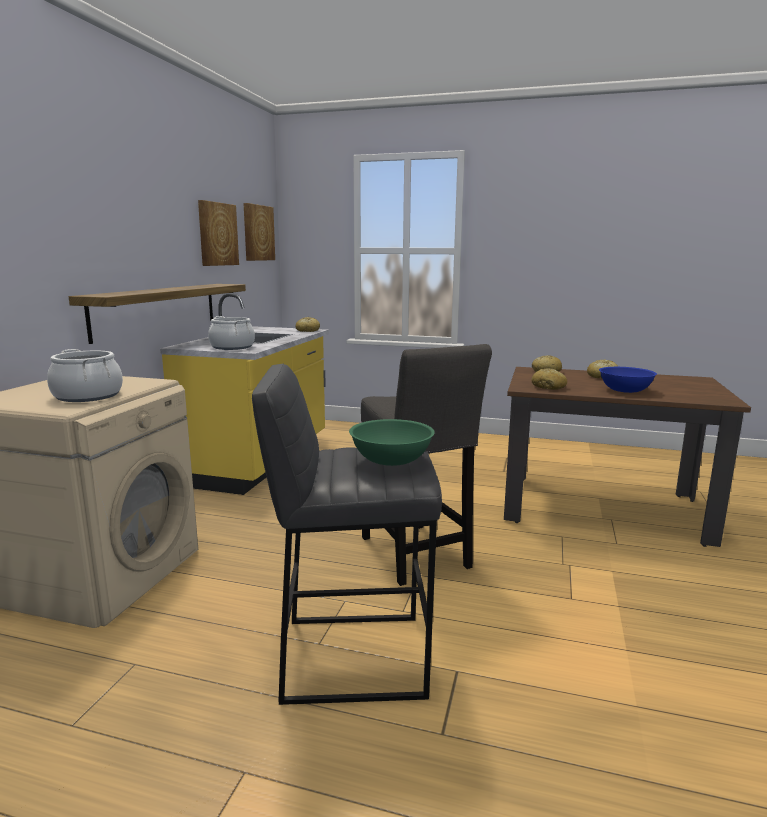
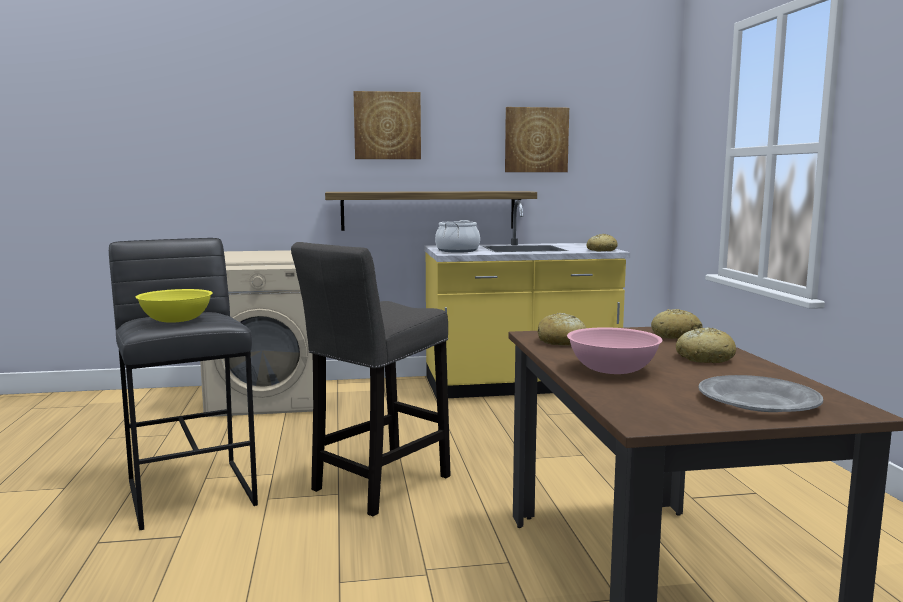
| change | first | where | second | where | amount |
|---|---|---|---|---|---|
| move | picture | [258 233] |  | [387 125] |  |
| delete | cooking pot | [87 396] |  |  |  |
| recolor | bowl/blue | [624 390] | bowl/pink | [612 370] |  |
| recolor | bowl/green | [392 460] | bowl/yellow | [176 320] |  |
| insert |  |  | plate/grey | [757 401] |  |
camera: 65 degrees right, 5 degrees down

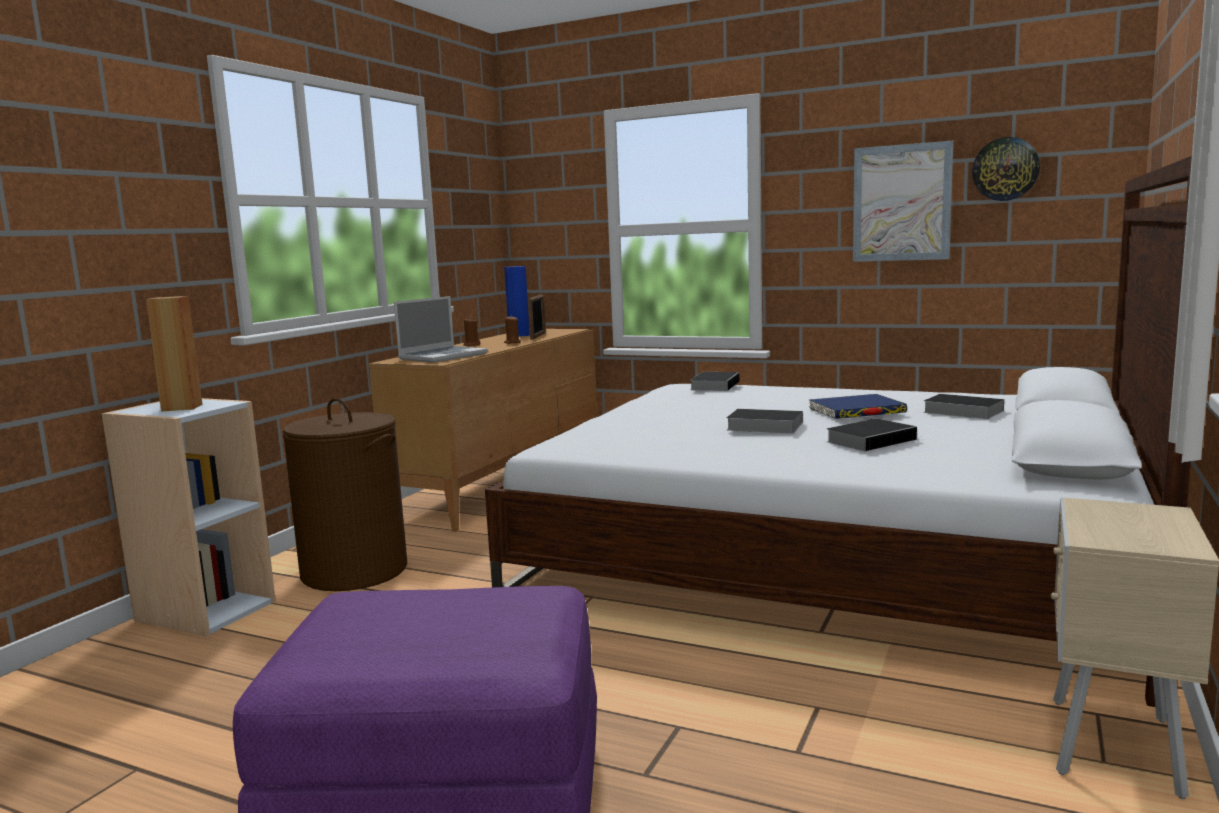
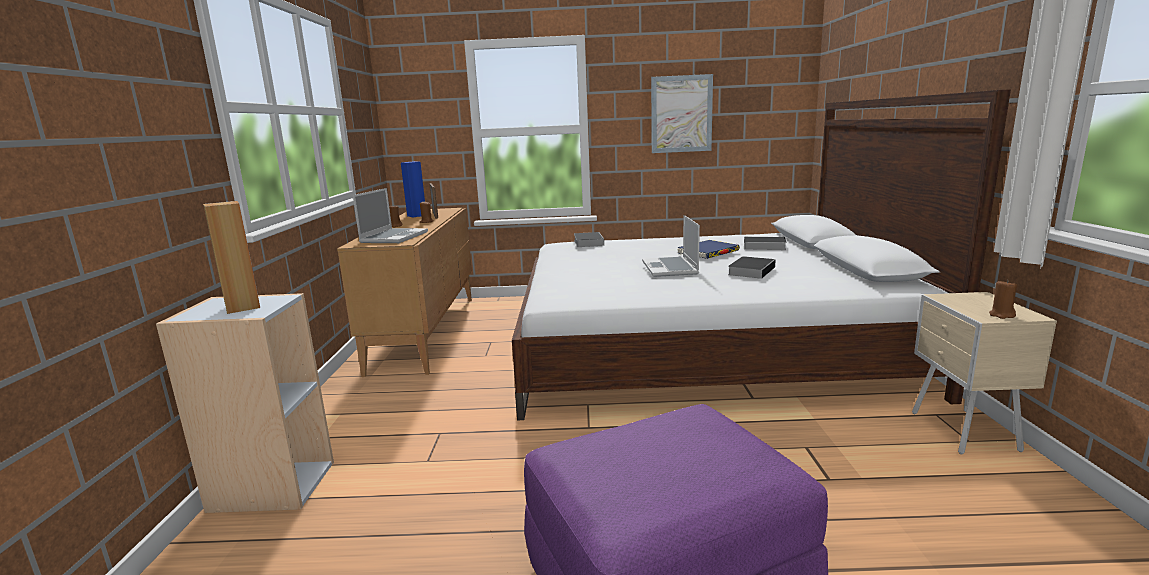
| change | first | where | second | where | amount |
|---|---|---|---|---|---|
| delete | wall clock | [1005 169] |  |  |  |
| delete | laundry basket/brown | [355 571] |  |  |  |
| replace | book | [762 426] | laptop | [671 268] |  |
| insert |  |  | candle/brown | [1001 315] |  |
camera: 25 degrees left, 5 degrees up

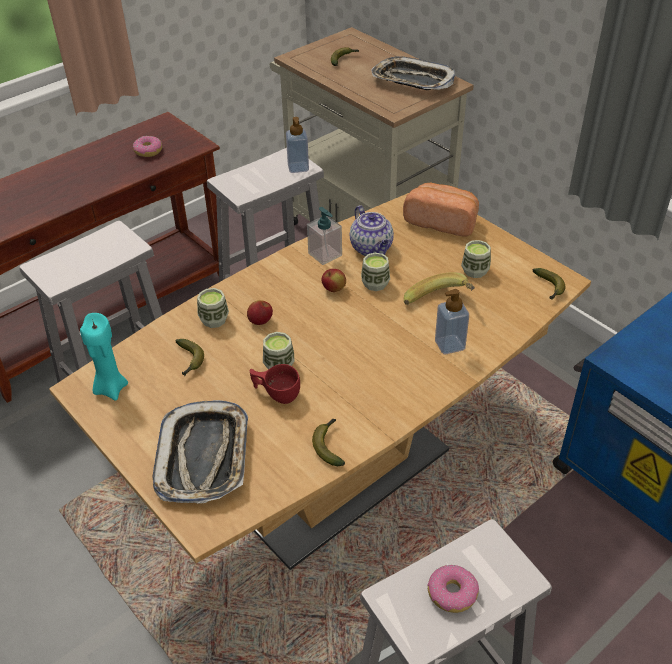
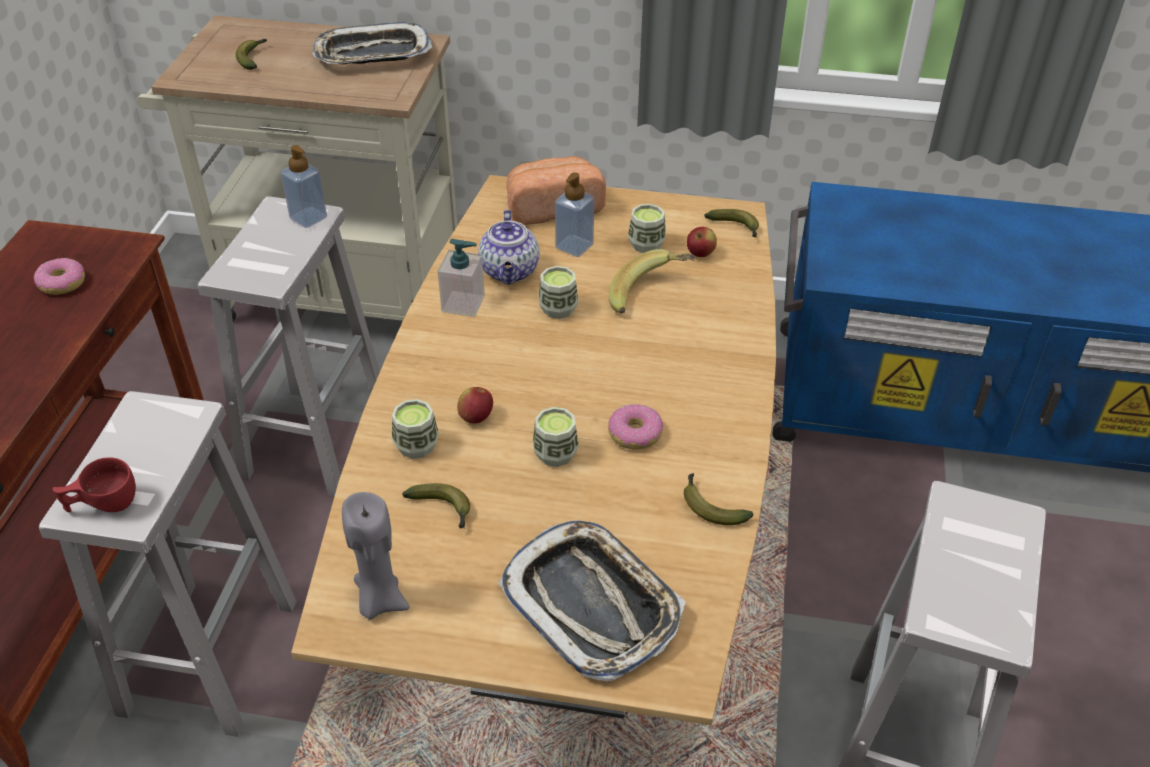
| change | first | where | second | where | amount |
|---|---|---|---|---|---|
| rotate | teapot | [372 249] |  | [510 272] | 60 degrees clockwise |
| move | apple | [334 289] |  | [700 254] |  |
| move | soap dispenser | [449 345] |  | [574 246] |  |
| recolor | candle/turquoise | [110 388] | candle/grey | [379 600] |  |
| move | cup/red | [276 393] |  | [103 504] |  |
| move | donut | [452 593] |  | [635 434] |  |
camera: 40 degrees left, 0 degrees up

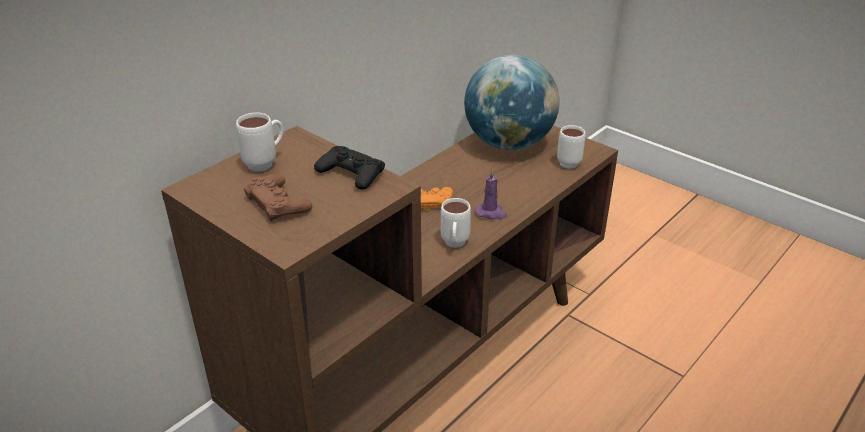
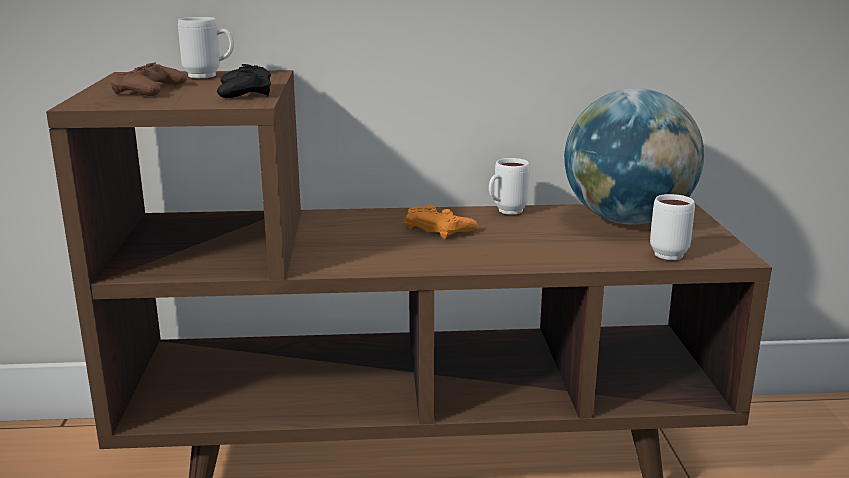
| change | first | where | second | where | amount |
|---|---|---|---|---|---|
| delete | candle/purple | [491 213] |  |  |  |
| move | mug/white | [454 245] |  | [505 212] |  |
camera: 45 degrees right, 15 degrees down

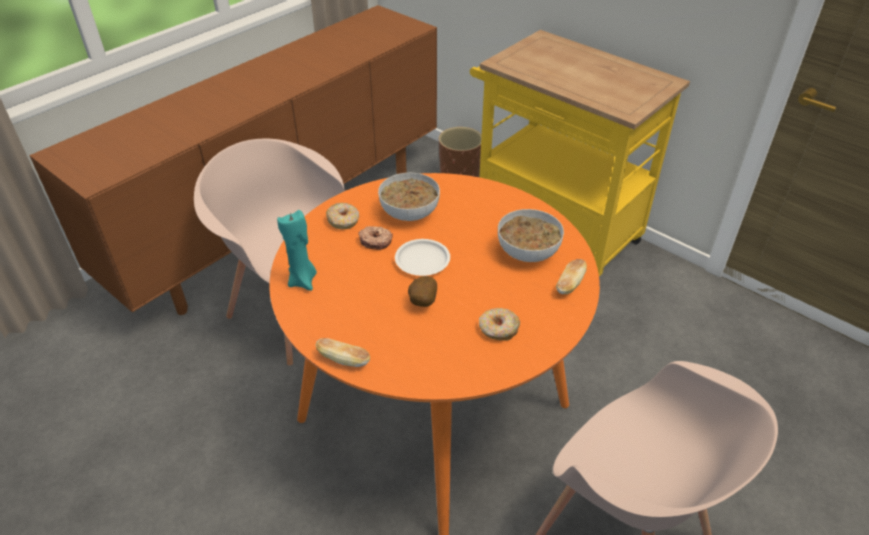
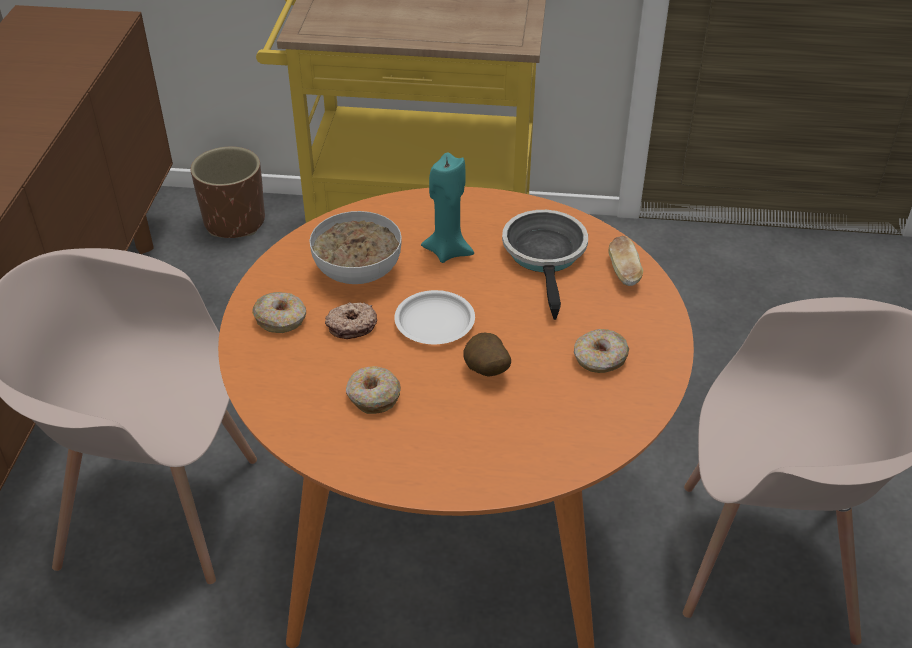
| change | first | where | second | where | amount |
|---|---|---|---|---|---|
| replace | bowl | [528 252] | frying pan | [546 256] |  |
| move | candle/turquoise | [303 280] |  | [448 251] |  |
| delete | bread | [343 359] |  |  |  |
| insert |  |  | donut | [373 396] |  |
camera: 35 degrees left, 0 degrees up

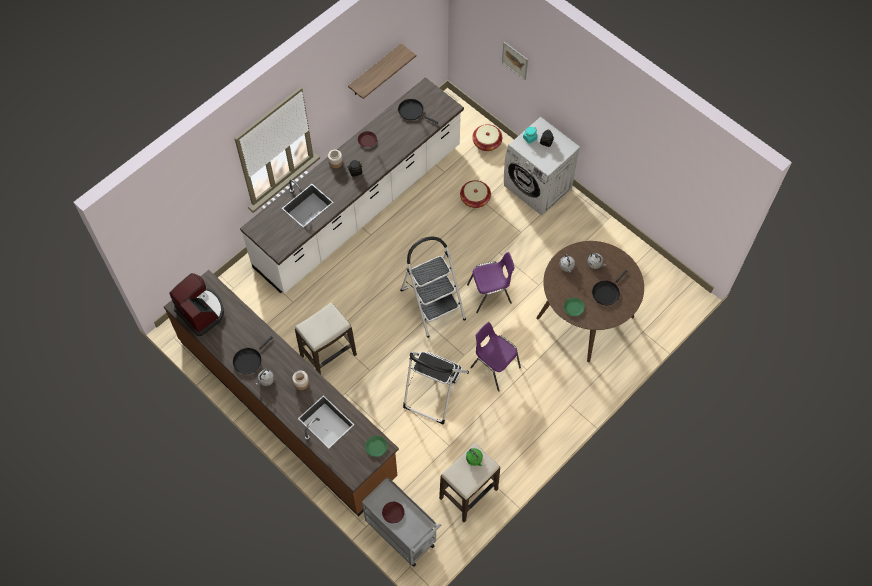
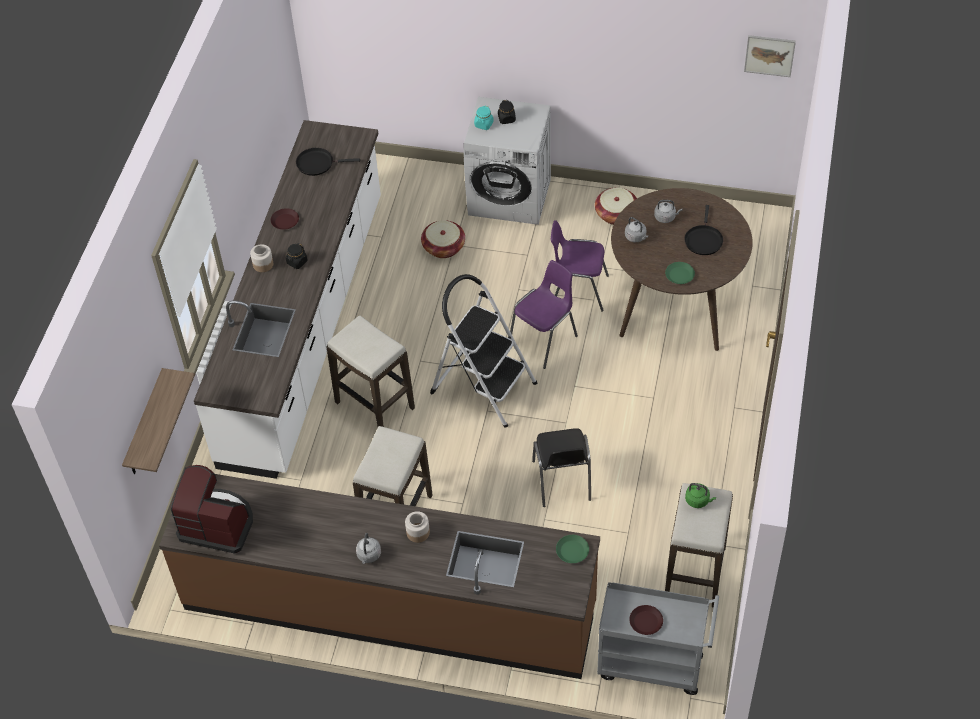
| change | first | where | second | where | amount |
|---|---|---|---|---|---|
| move | picture | [515 60] |  | [769 55] |  |
| move | shelf | [375 71] |  | [145 425] |  |
| move | basket | [487 143] |  | [616 214] |  |
| move | chair/purple | [494 367] |  | [578 290] |  |
| delete | frying pan/black | [249 360] |  |  |  |
| replace | step ladder | [434 391] | chair/black | [562 482] |  |
| insert |  |  | stool | [375 405] |  |
camera: 30 degrees left, 10 degrees down

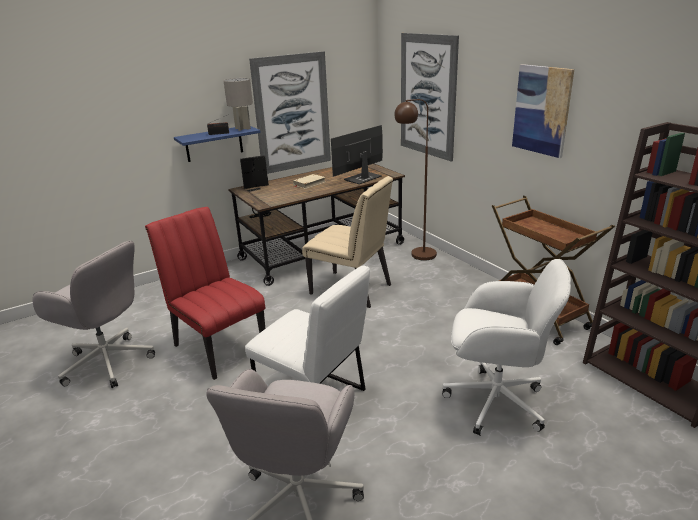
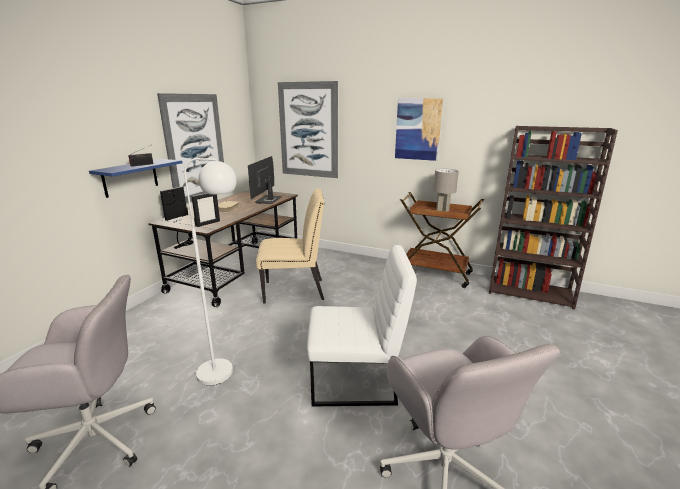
| change | first | where | second | where | amount |
|---|---|---|---|---|---|
| move | table lamp/grey | [243 128] |  | [442 211] |  |
| delete | floor lamp/brown | [416 256] |  |  |  |
| replace | chair/red | [220 349] | floor lamp/white | [225 374] |  |
| delete | office chair/white | [496 403] |  |  |  |
| insert |  |  | picture frame | [207 223] |  |
camera: 35 degrees left, 5 degrees down

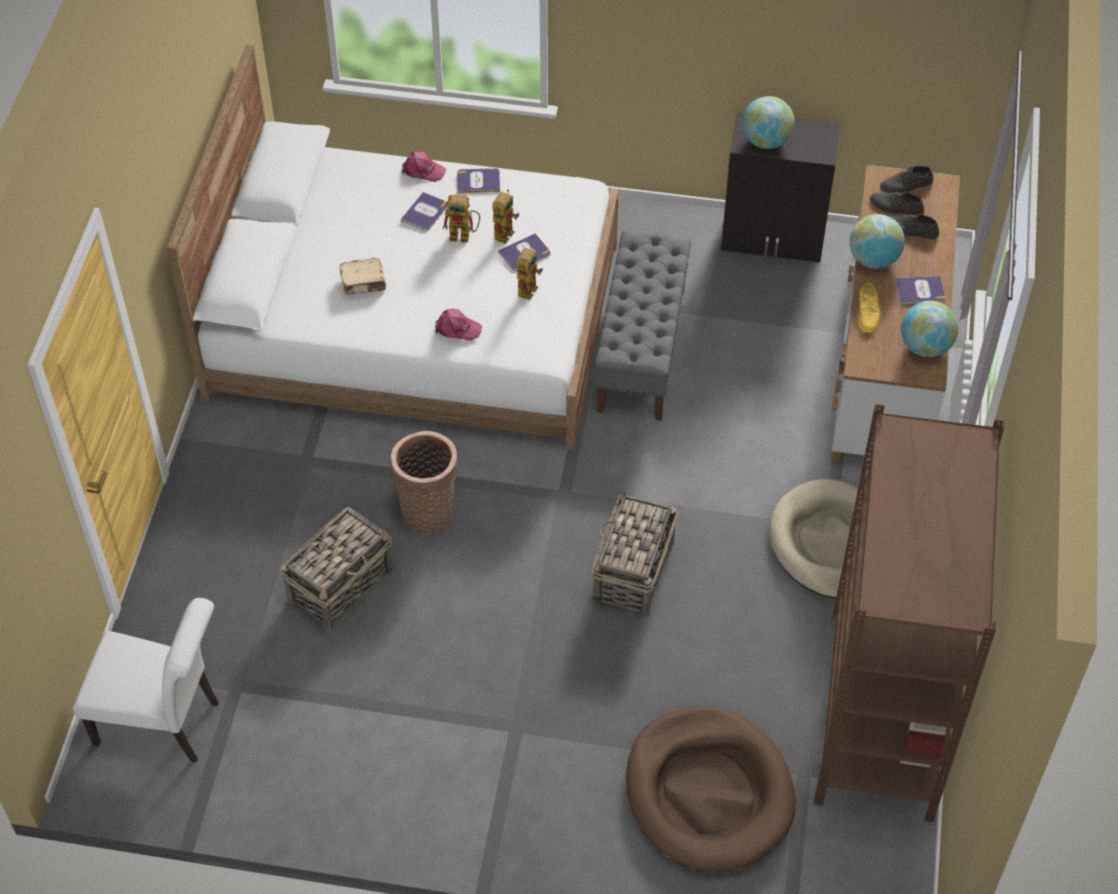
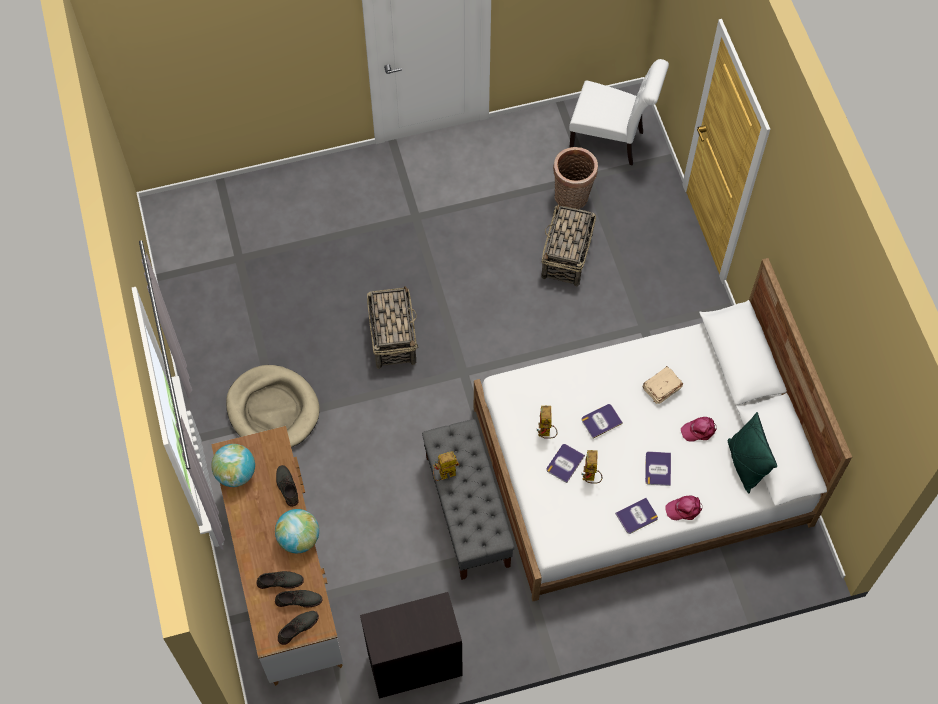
| change | first | where | second | where | amount |
|---|---|---|---|---|---|
| delete | globe | [766 141] |  |  |  |
| move | toy robot | [464 235] |  | [444 476] |  |
| move | book | [920 291] |  | [601 421] |  |
| recolor | shoe/yellow | [868 313] | shoe/grey | [287 486] |  |
| move | cap/pink | [457 328] |  | [699 430] |  |
| delete | bookcase/brown | [881 714] |  |  |  |
| move | basket | [428 510] |  | [572 198] |  |
| rotate | chair/white | [165 723] |  | [611 141] | 150 degrees counterclockwise |
| delete | dog bed/brown | [708 793] |  |  |  |
| insert |  |  | pillow/green | [745 464] |  |
camera: 155 degrees right, 10 degrees up

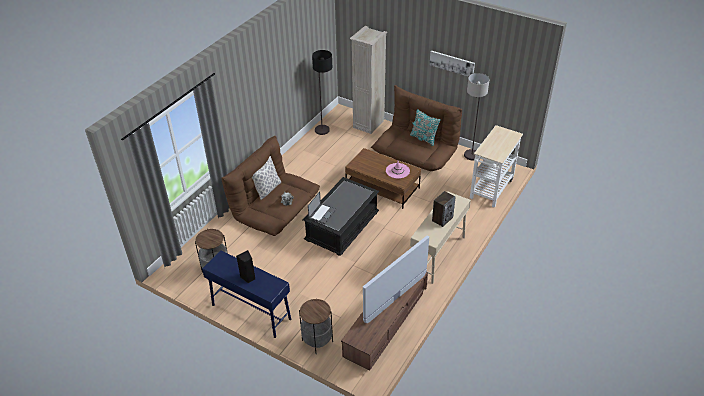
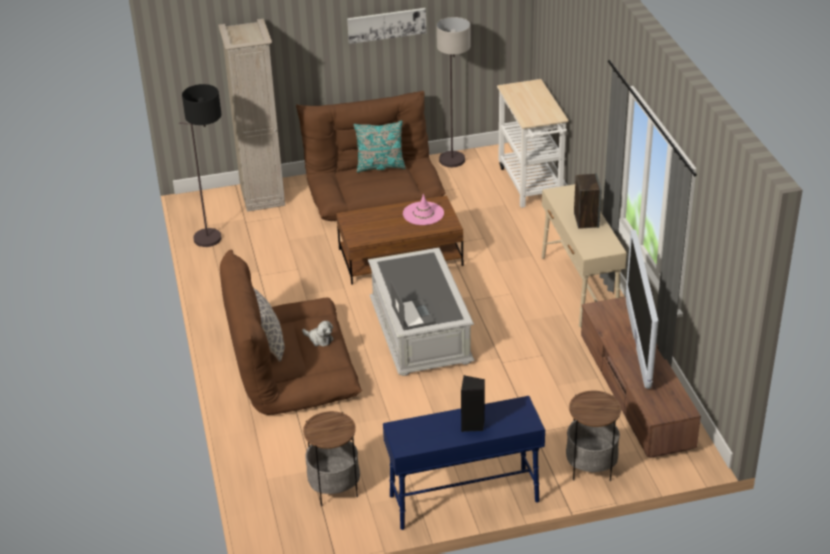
| change | first | where | second | where | amount |
|---|---|---|---|---|---|
| recolor | coffee table/black | [342 226] | coffee table/white | [420 330] |  |
camera: 45 degrees left, 5 degrees down

